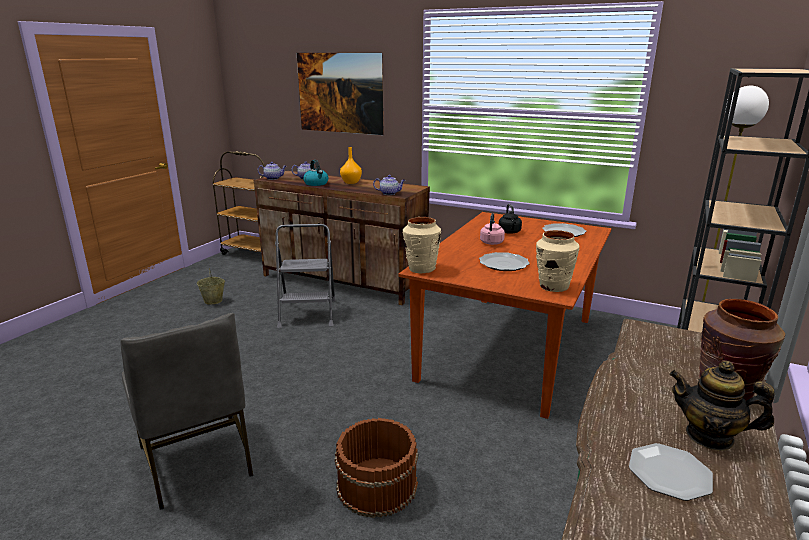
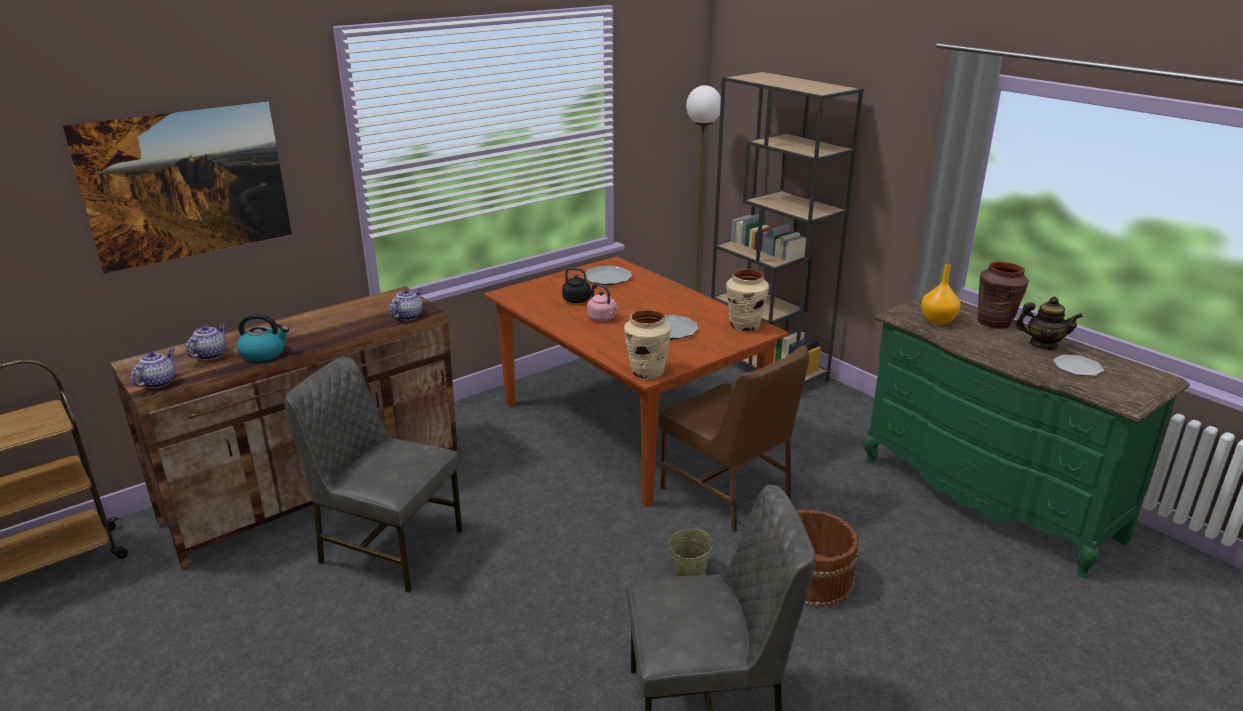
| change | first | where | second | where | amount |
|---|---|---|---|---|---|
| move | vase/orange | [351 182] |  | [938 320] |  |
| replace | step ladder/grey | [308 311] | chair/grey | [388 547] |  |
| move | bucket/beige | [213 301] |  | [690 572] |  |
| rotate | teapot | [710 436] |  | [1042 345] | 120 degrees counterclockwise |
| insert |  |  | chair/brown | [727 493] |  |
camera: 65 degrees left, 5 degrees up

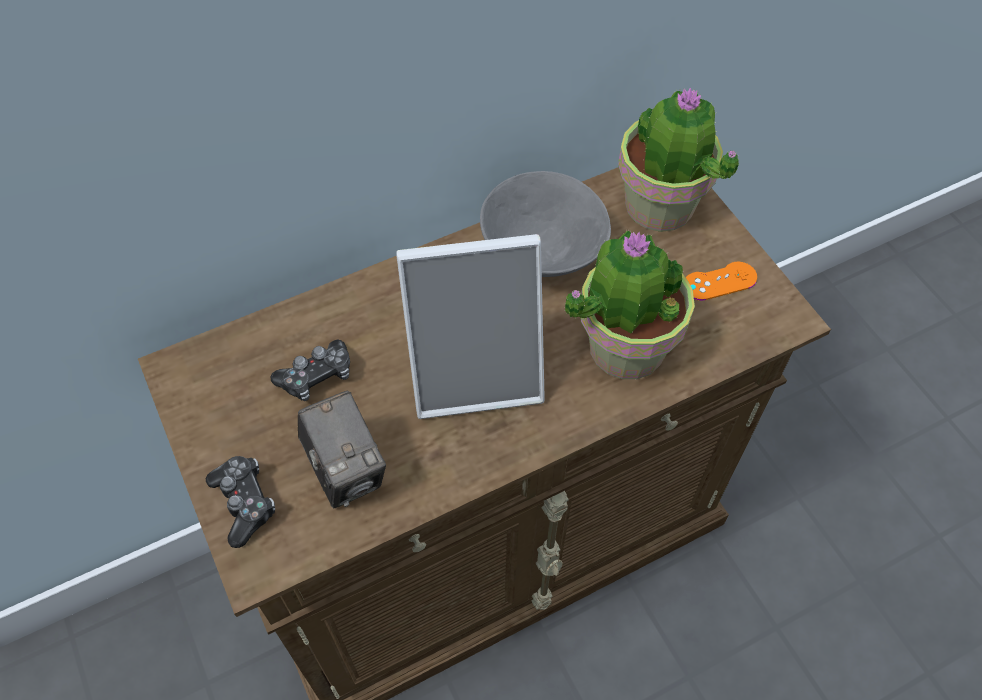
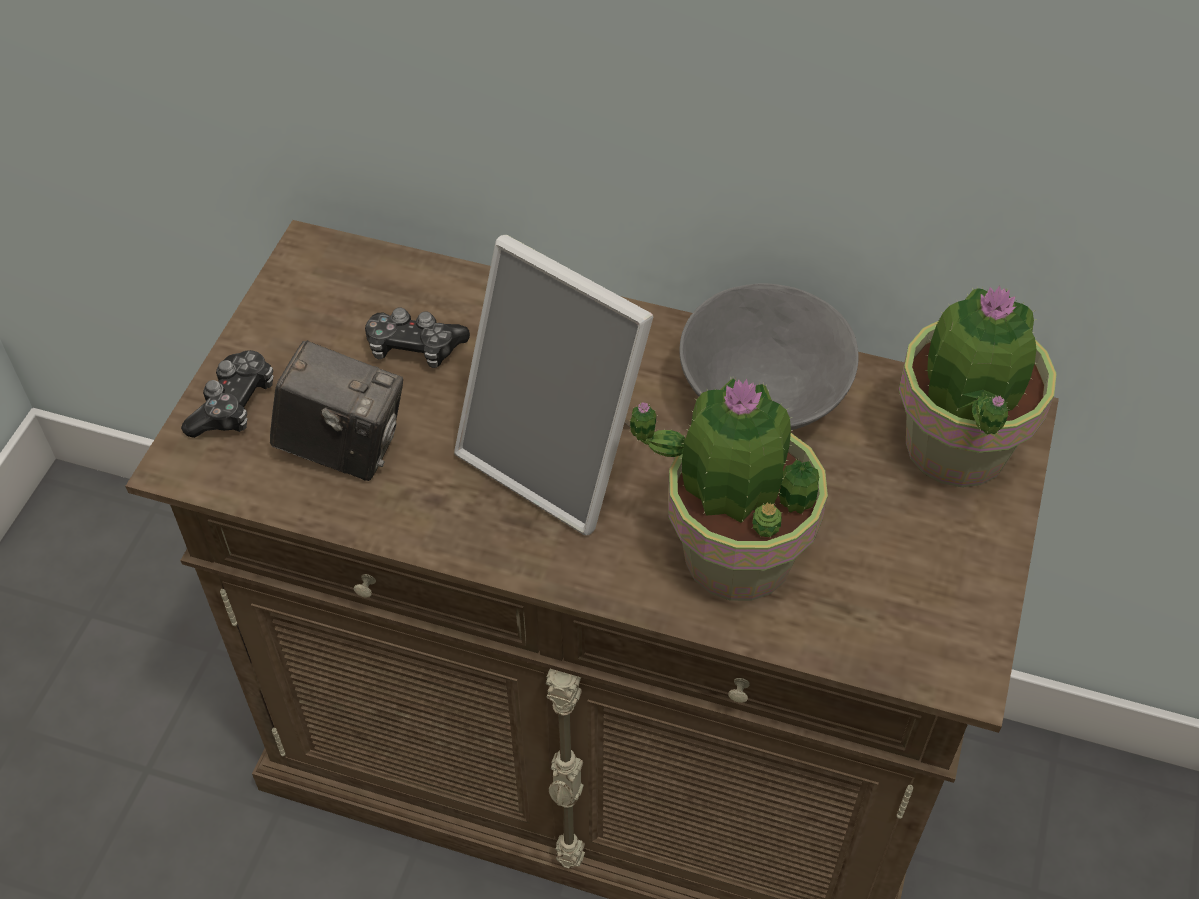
| change | first | where | second | where | amount |
|---|---|---|---|---|---|
| delete | game controller/orange | [719 281] |  |  |  |
| rotate | photo camera | [346 470] |  | [344 447] | 90 degrees counterclockwise |
camera: 45 degrees right, 5 degrees down

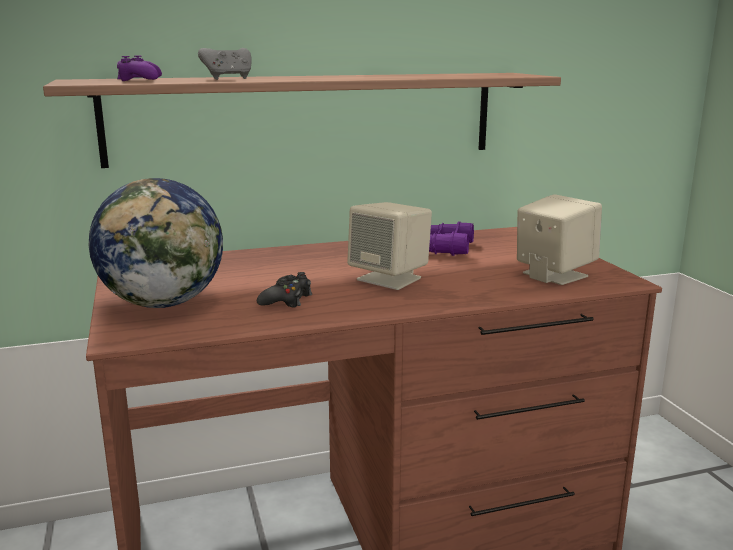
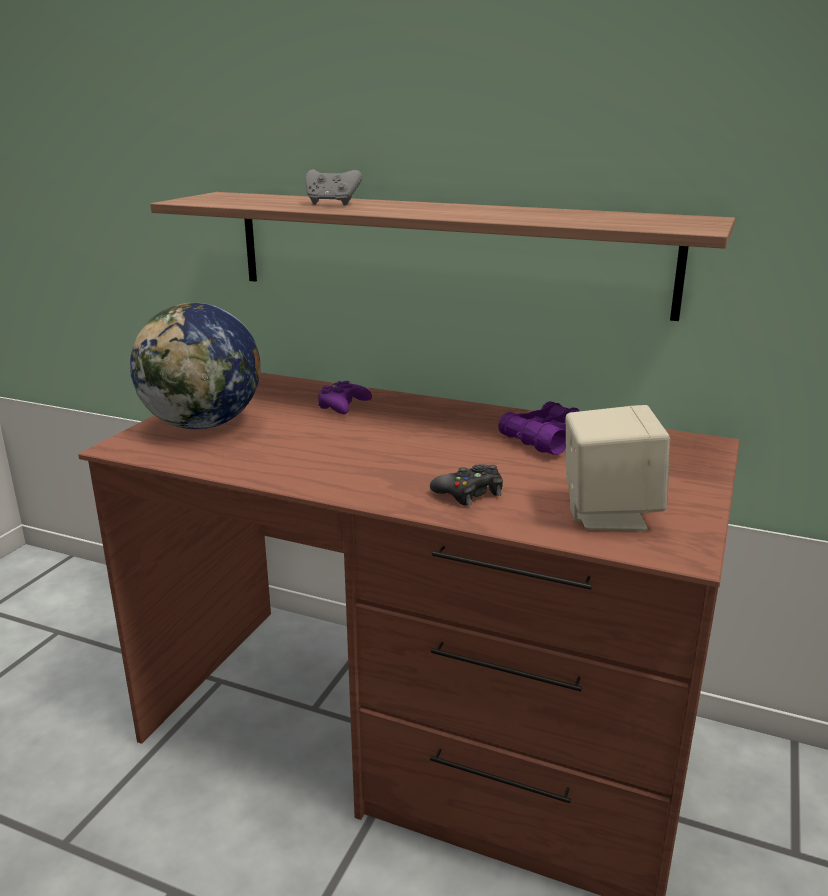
| change | first | where | second | where | amount |
|---|---|---|---|---|---|
| move | game controller/purple | [140 80] |  | [343 406] |  |
| delete | speaker/beige | [390 279] |  |  |  |
| move | game controller/black | [286 300] |  | [469 493] |  |
camera: 40 degrees right, 5 degrees up

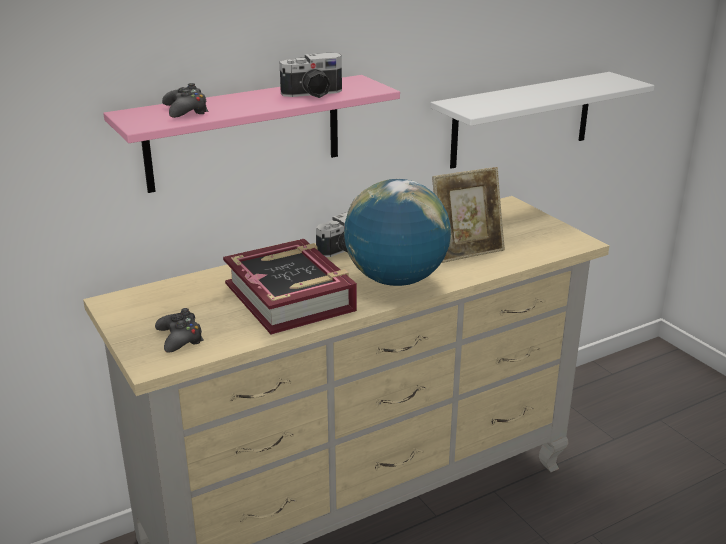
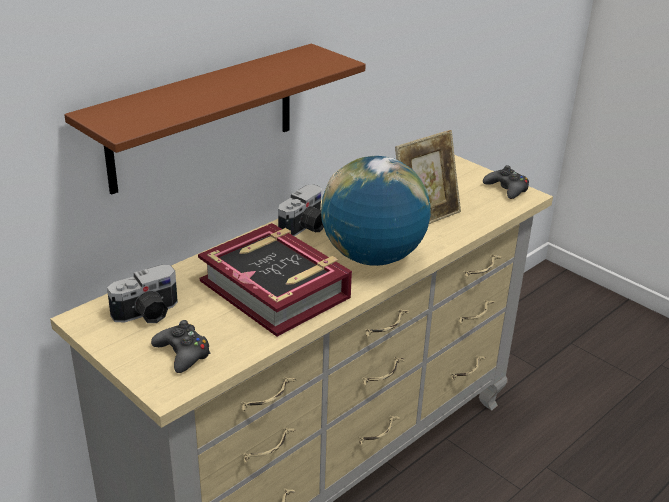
| change | first | where | second | where | amount |
|---|---|---|---|---|---|
| move | photo camera | [313 94] |  | [148 314] |  |
| delete | shelf/white | [522 120] |  |  |  |
| recolor | shelf/pink | [244 133] | shelf/brown | [203 118] |  |
| move | game controller/black | [186 111] |  | [507 189] |  |
camera: 15 degrees left, 5 degrees up

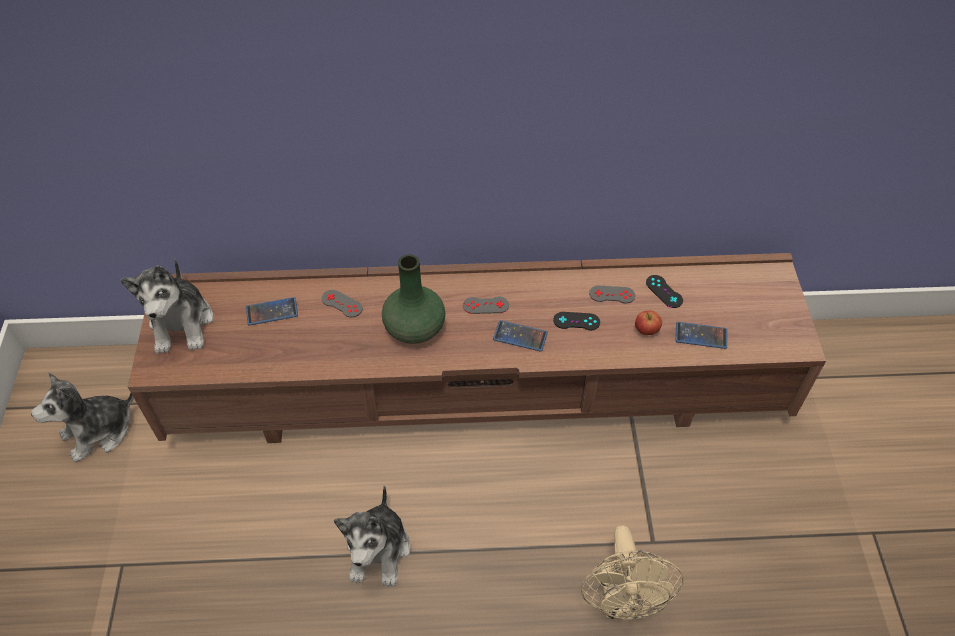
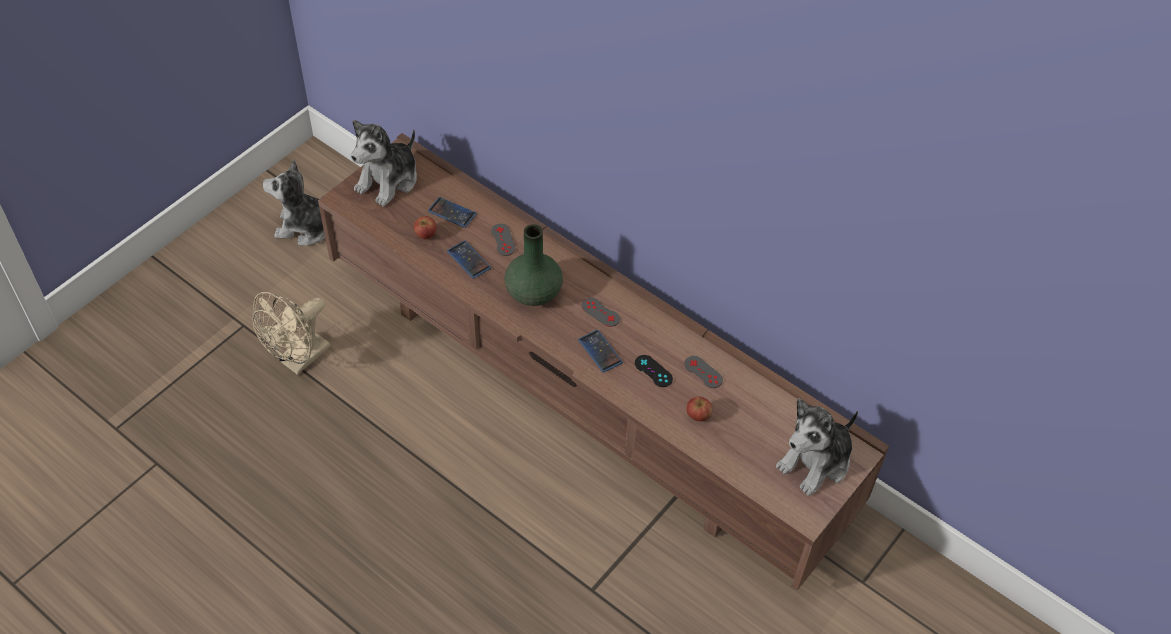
| change | first | where | second | where | amount |
|---|---|---|---|---|---|
| delete | game controller/black | [664 291] |  |  |  |
| move | phone | [701 335] |  | [469 260] |  |
| move | plush toy | [379 550] |  | [816 462] |  |
| move | fan/beige | [621 601] |  | [299 360] |  |
| insert |  |  | apple | [426 235] |  |
camera: 40 degrees right, 0 degrees up

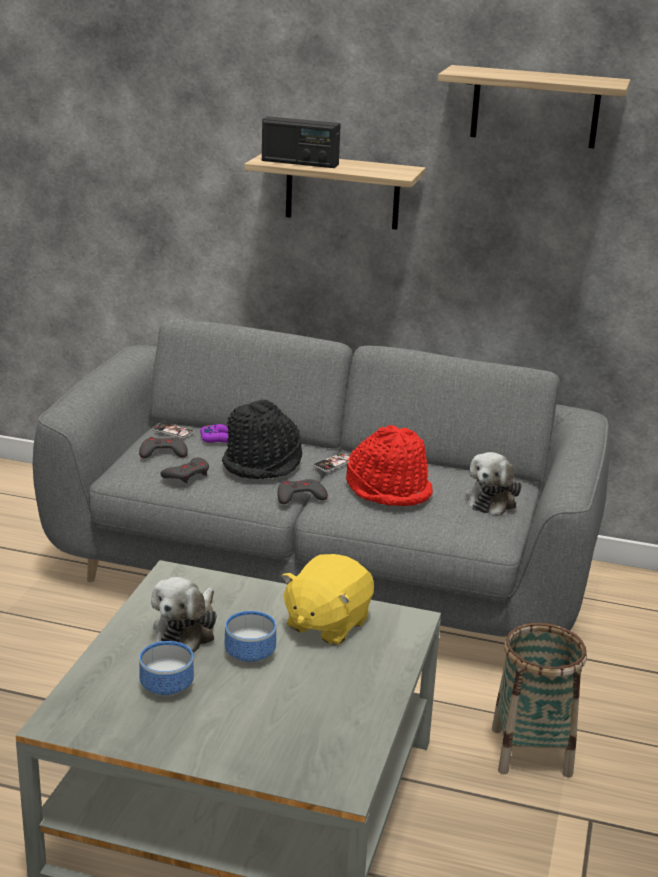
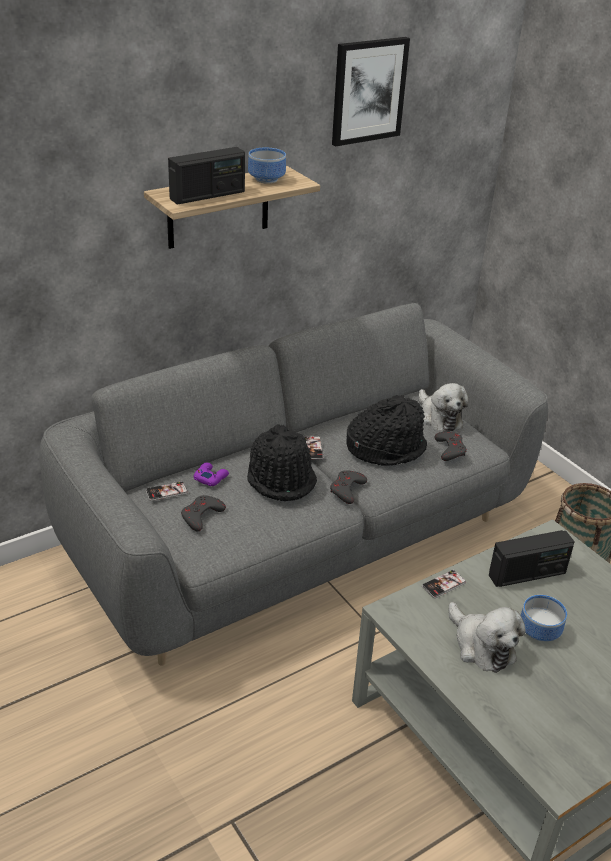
| change | first | where | second | where | amount |
|---|---|---|---|---|---|
| replace | shelf | [535 107] | picture | [368 91] |  |
| recolor | hat/red | [389 490] | hat/black | [385 448] |  |
| move | game controller/grey | [187 475] |  | [450 449] |  |
| replace | plush toy/yellow | [326 624] | radio | [527 574] |  |
| move | bowl | [164 688] |  | [266 180] |  |
| insert |  |  | phone | [443 584] |  |
camera: 50 degrees left, 10 degrees up

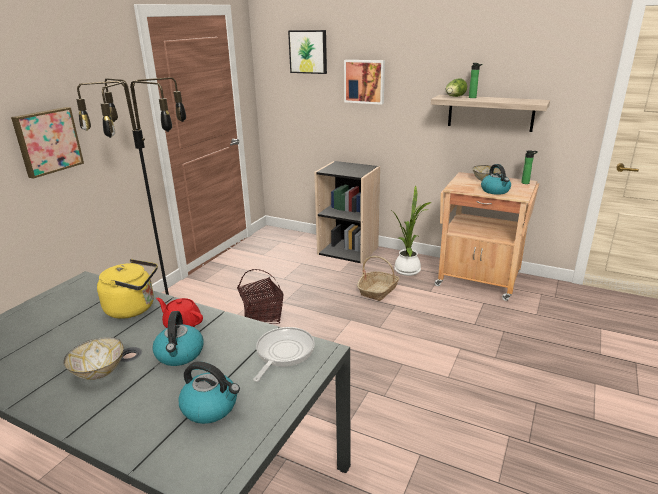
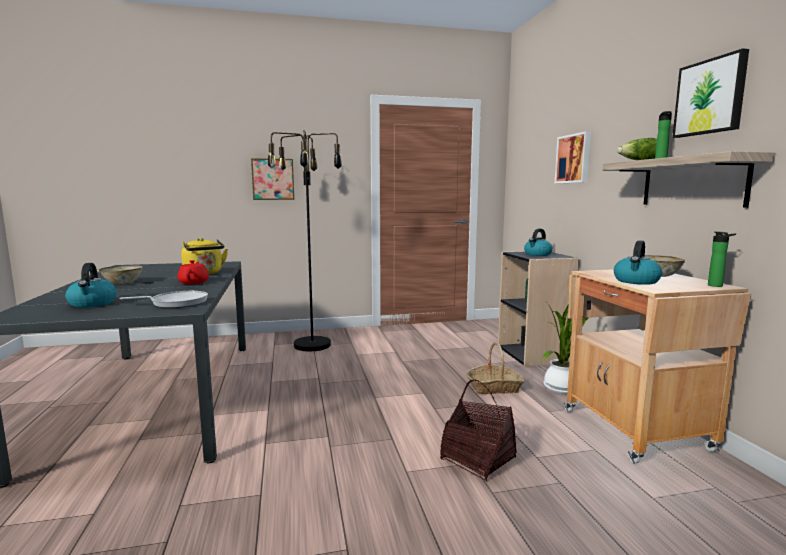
| change | first | where | second | where | amount |
|---|---|---|---|---|---|
| move | picture | [308 51] |  | [710 97] |  |
| move | basket | [262 315] |  | [478 459] |  |
| move | kettle | [180 354] |  | [537 254] |  |
camera: 50 degrees right, 15 degrees down

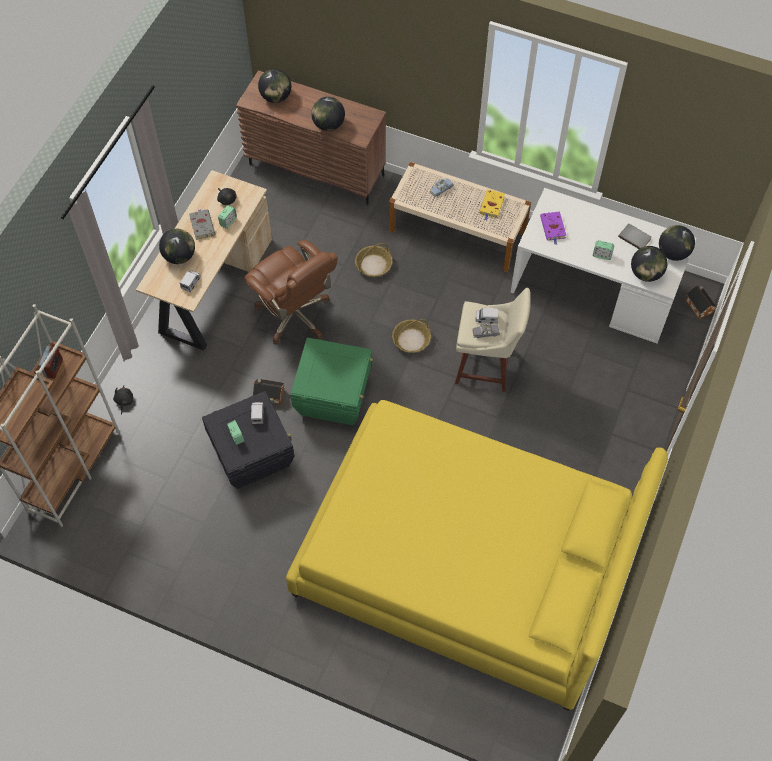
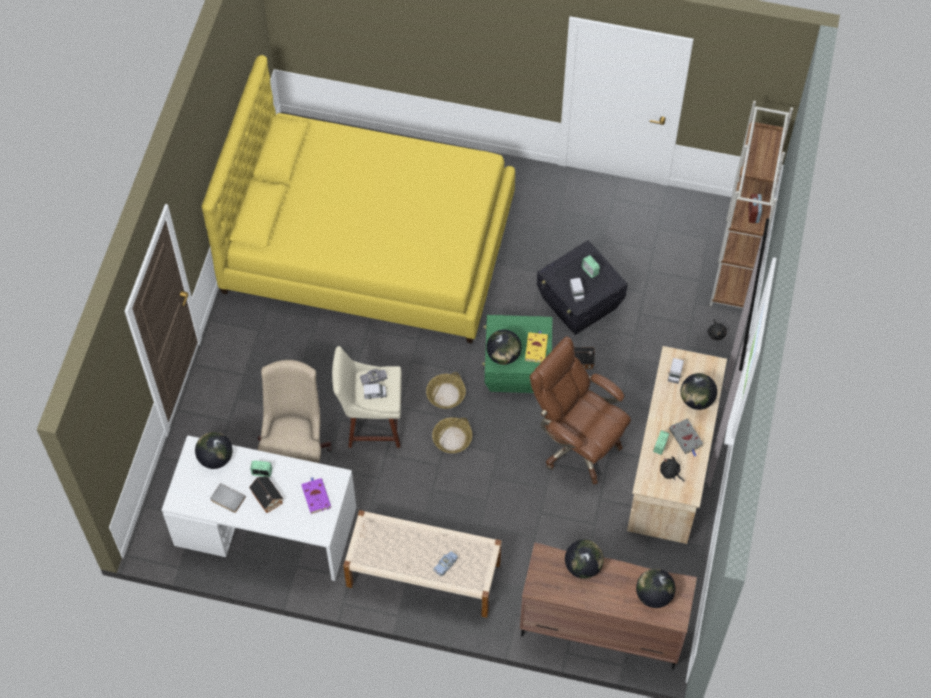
| change | first | where | second | where | amount |
|---|---|---|---|---|---|
| move | book/yellow | [492 206] |  | [536 348] |  |
| move | globe | [673 253] |  | [503 355] |  |
| move | basket | [373 265] |  | [446 394] |  |
| move | toy house | [698 305] |  | [267 499] |  |
| insert |  |  | office chair/beige | [295 450] |  |
camera: 170 degrees right, 0 degrees up

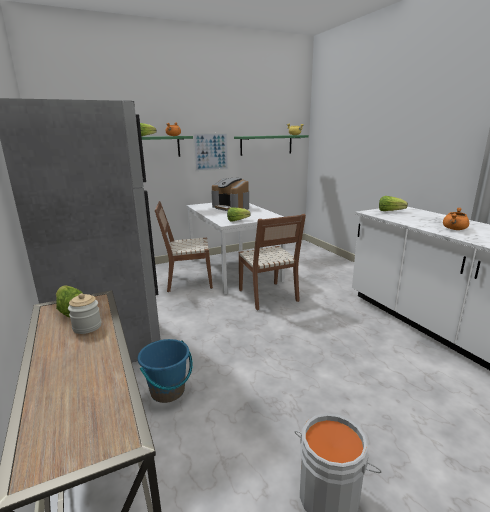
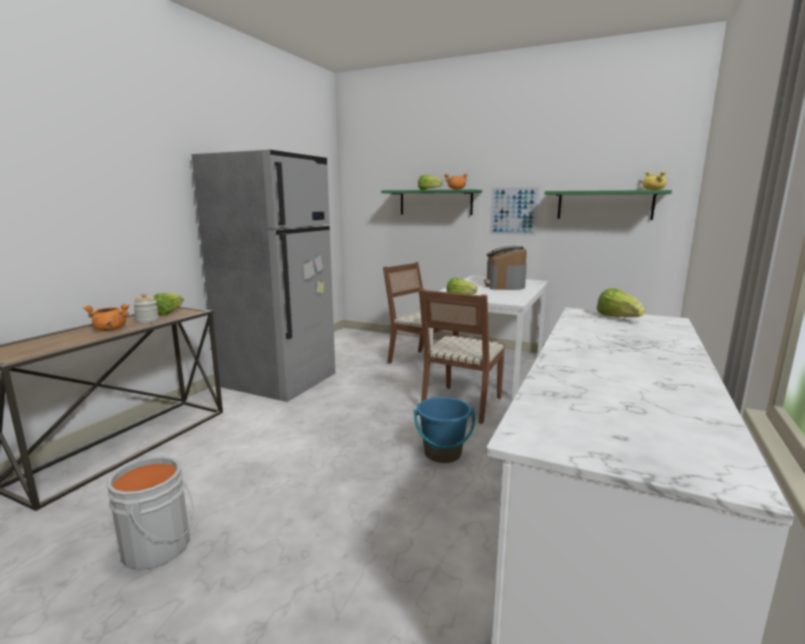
| change | first | where | second | where | amount |
|---|---|---|---|---|---|
| move | cooking pot/orange | [454 229] |  | [109 329] |  |
| move | bucket/blue | [168 391] |  | [443 453] |  |
camera: 50 degrees right, 5 degrees down

